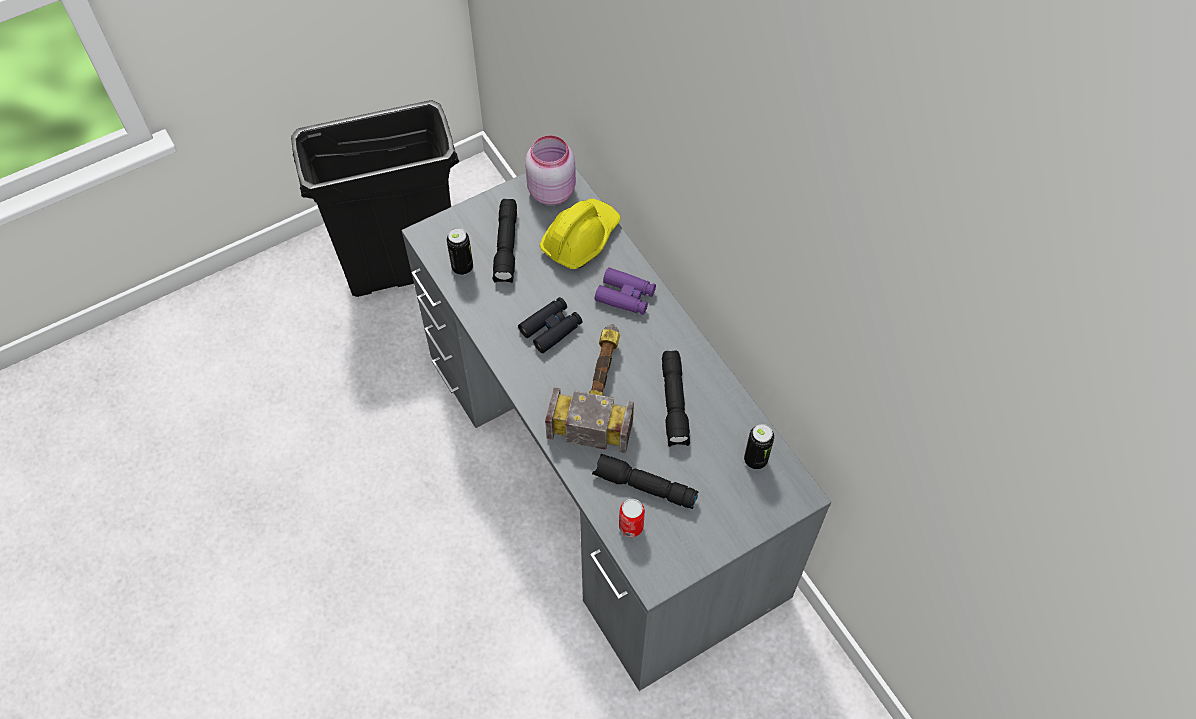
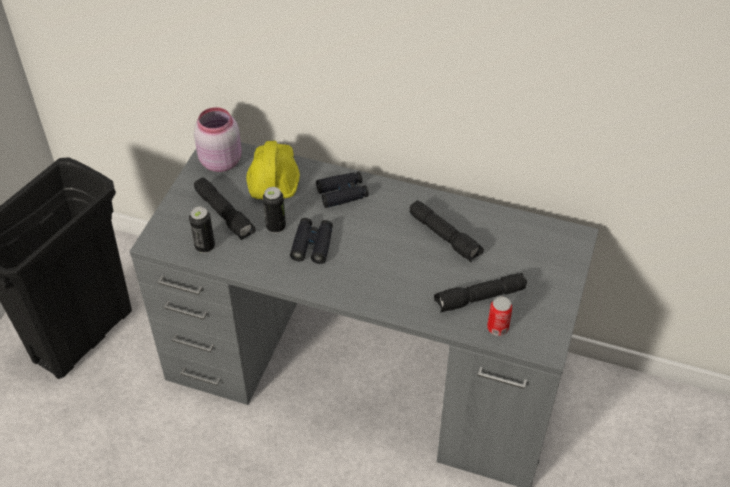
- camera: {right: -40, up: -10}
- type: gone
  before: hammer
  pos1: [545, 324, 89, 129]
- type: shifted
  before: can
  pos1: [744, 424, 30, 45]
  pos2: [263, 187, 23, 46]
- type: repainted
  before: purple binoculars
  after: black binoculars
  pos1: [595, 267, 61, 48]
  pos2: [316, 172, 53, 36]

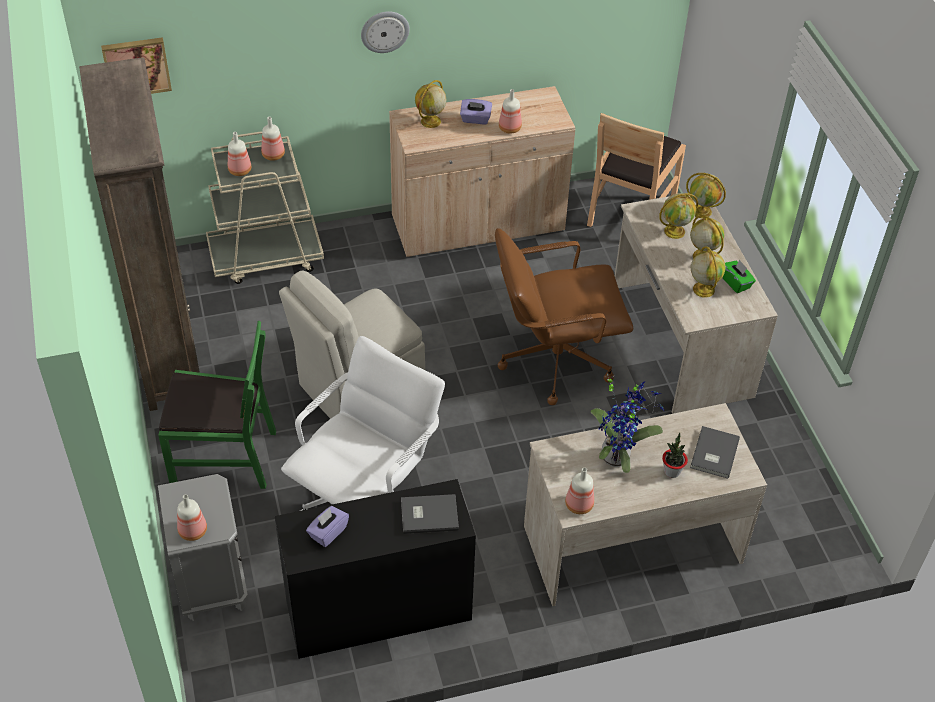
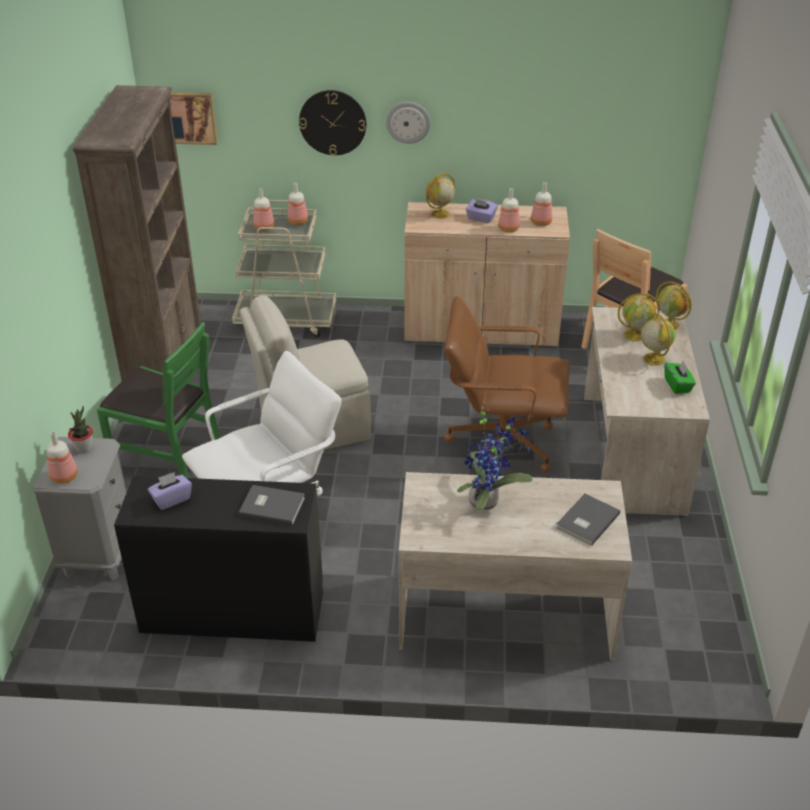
- camera: {right: 20, up: -10}
- type: gone
  before: globe
  pos1: [691, 246, 35, 52]
- type: new
  after: wall clock
  pos2: [299, 90, 67, 66]
- type: shifted
  before: bottle
  pos1: [565, 468, 29, 46]
  pos2: [531, 182, 21, 44]
- type: shifted
  before: potted plant
  pos1: [662, 433, 26, 45]
  pos2: [68, 406, 25, 47]

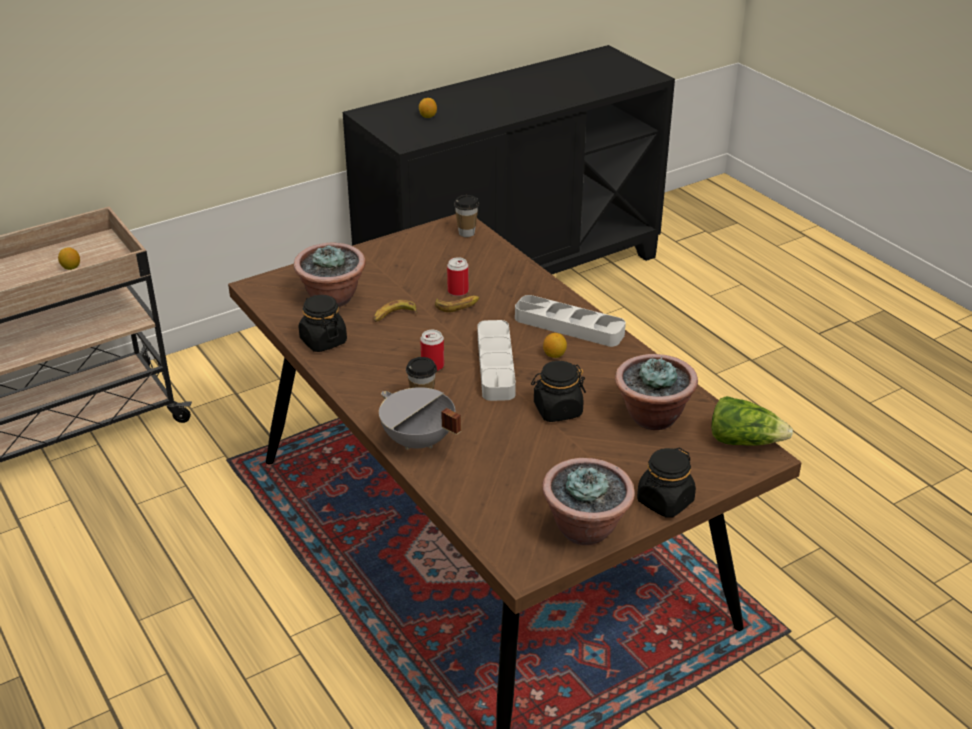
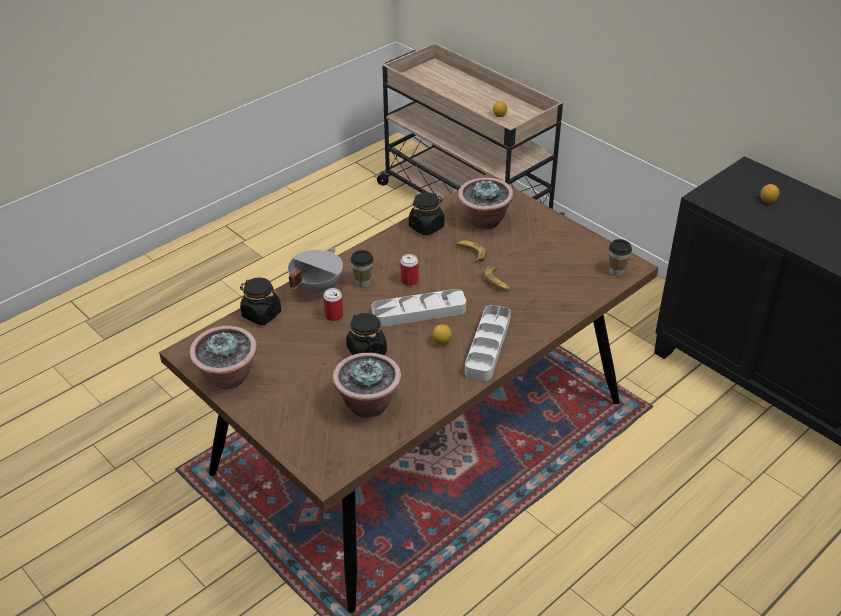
- camera: {right: 80, up: 5}
- type: gone
  before: lettuce
  pos1: [711, 396, 82, 50]
- type: shifted
  before: can
  pos1: [447, 257, 22, 39]
  pos2: [323, 288, 20, 33]
- type: shifted
  before: black jar
  pos1: [637, 448, 59, 70]
  pos2: [240, 277, 41, 48]

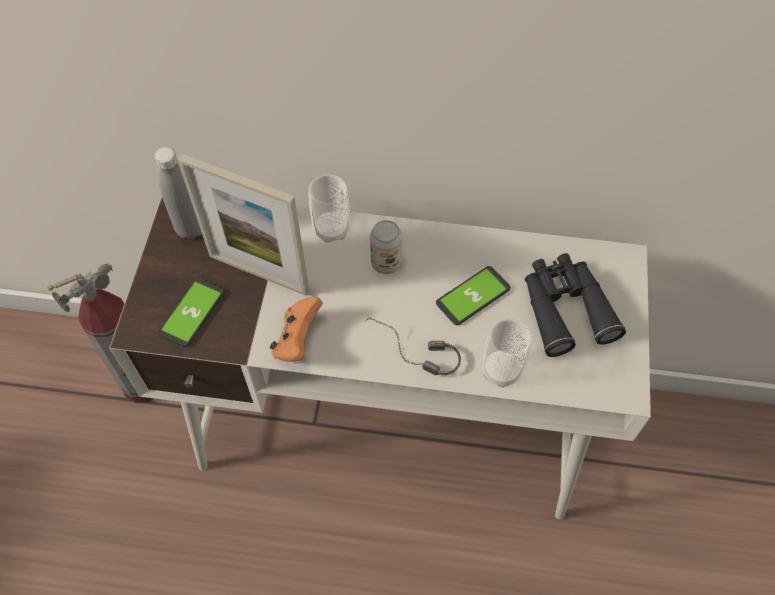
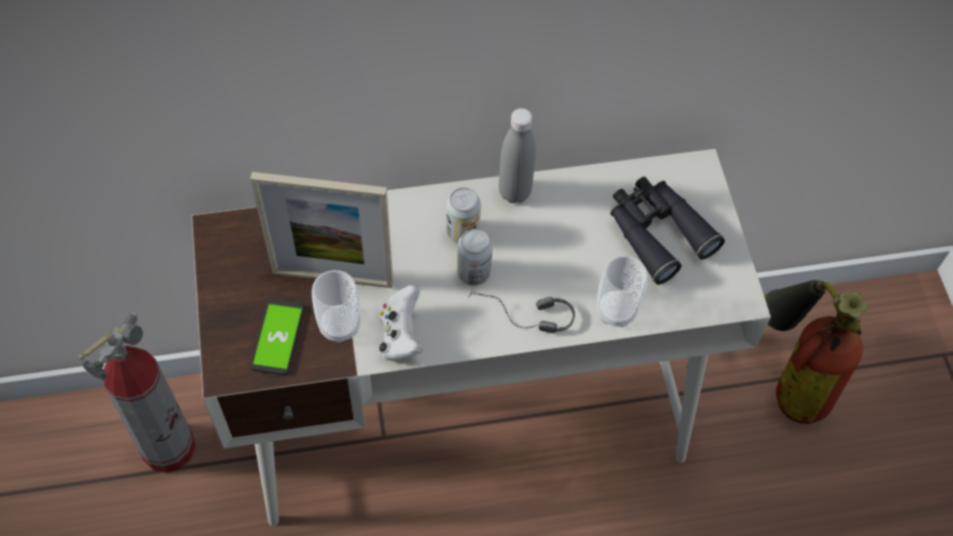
- camera: {right: -20, up: 0}
- type: gone
  before: phone
  pos1: [436, 266, 74, 59]
- type: new
  after: can
  pos2: [457, 229, 36, 57]
- type: new
  after: fire extinguisher
  pos2: [764, 280, 105, 144]
- type: shifted
  before: grey bottle
  pos1: [155, 147, 47, 92]
  pos2: [499, 108, 37, 95]
- type: shifted
  before: cup
  pos1: [309, 175, 41, 68]
  pos2: [312, 270, 49, 73]
- type: repainted
  before: orange game controller
  after: white game controller
  pos1: [270, 296, 53, 66]
  pos2: [379, 285, 44, 76]

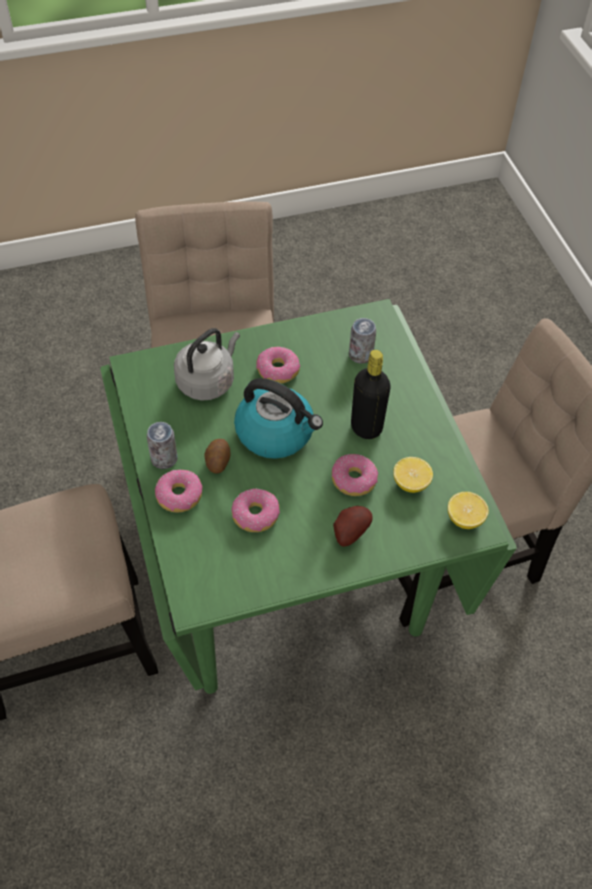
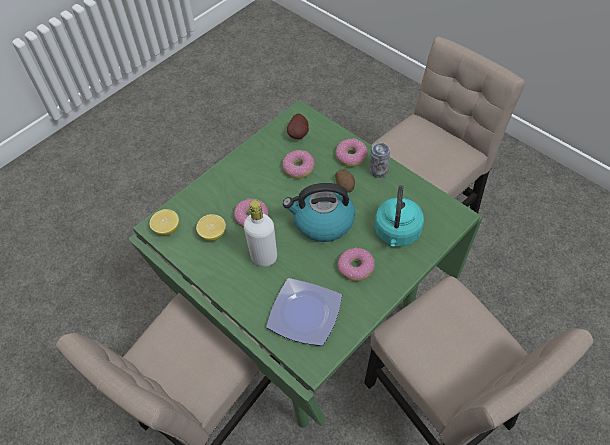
- camera: {right: 155, up: 0}
- type: shifted
  before: potato
  pos1: [333, 506, 40, 41]
  pos2: [287, 114, 22, 25]
- type: swapped
  before: can
  after: plate
  pos1: [349, 318, 27, 45]
  pos2: [266, 278, 76, 68]
- type: repainted
  before: grey kettle
  after: turquoise kettle
  pos1: [174, 328, 66, 73]
  pos2: [375, 185, 49, 62]
- type: repainted
  before: black bottle
  after: white bottle
  pos1: [351, 350, 40, 89]
  pos2: [244, 200, 33, 67]

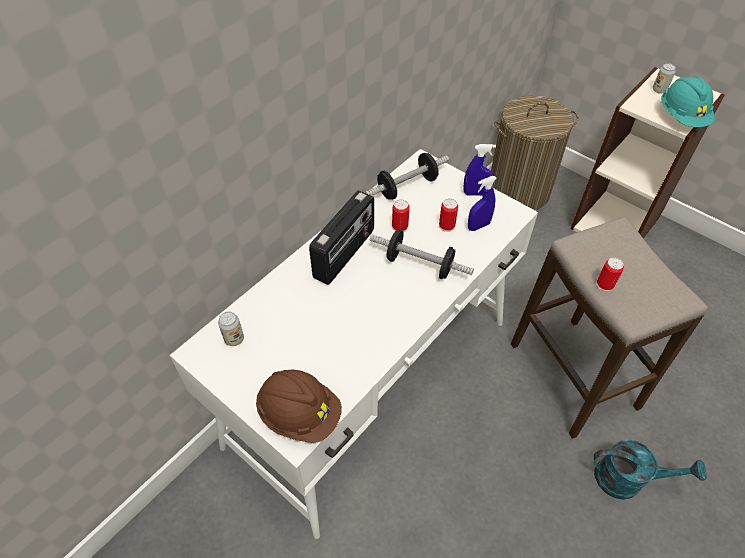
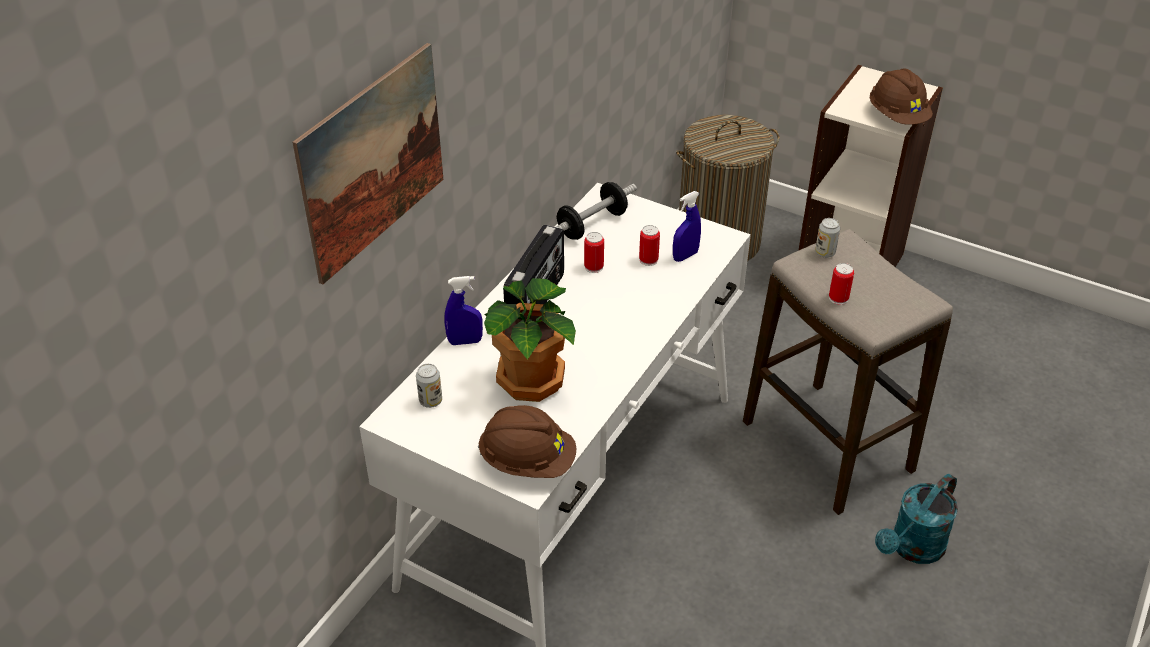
- camera: {right: -10, up: -10}
- type: gone
  before: dumbbell
  pos1: [370, 230, 104, 49]
- type: new
  after: picture
  pos2: [292, 43, 151, 242]
- type: new
  after: potted plant
  pos2: [484, 278, 92, 124]
- type: shifted
  before: blue spray bottle
  pos1: [464, 144, 32, 52]
  pos2: [444, 276, 39, 69]
- type: shifted
  before: can
  pos1: [652, 63, 24, 31]
  pos2: [815, 218, 25, 40]
- type: repainted
  before: turquoise hard hat
  after: brown hard hat
  pos1: [661, 76, 54, 51]
  pos2: [870, 68, 63, 57]
- type: rotated
  before: turquoise watering can
  pos1: [594, 439, 113, 61]
  pos2: [875, 474, 83, 90]
  turn: 135

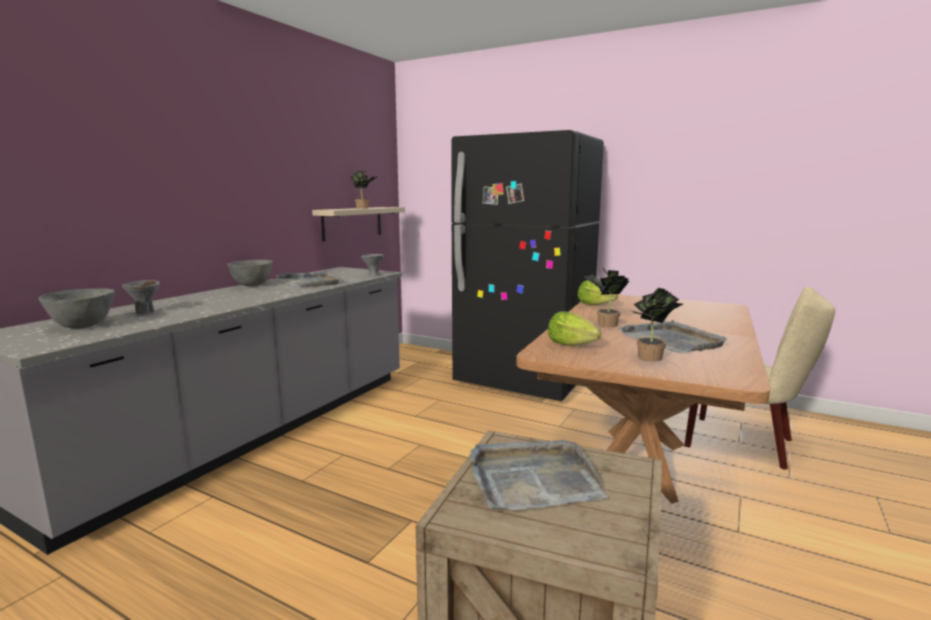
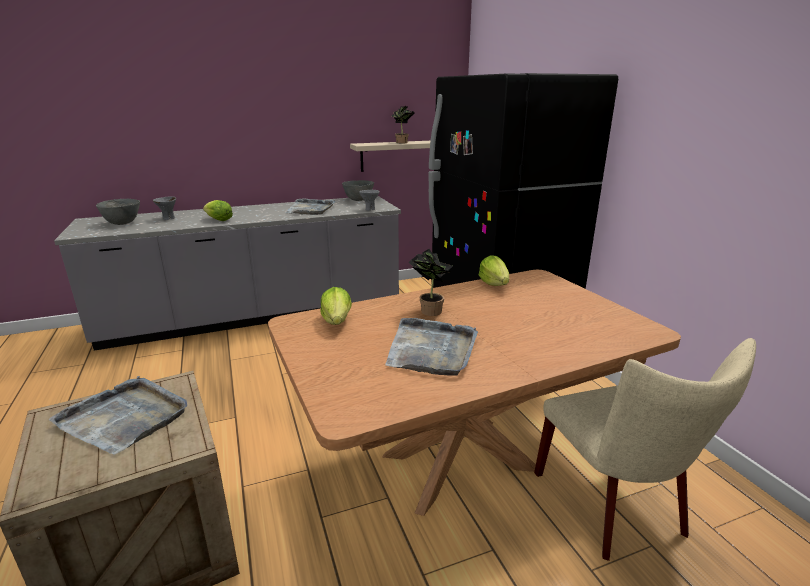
- camera: {right: 40, up: 10}
- type: gone
  before: potted plant
  pos1: [632, 288, 51, 73]
- type: new
  after: lettuce
  pos2: [203, 200, 30, 21]
- type: shifted
  before: grey bowl
  pos1: [227, 260, 46, 26]
  pos2: [342, 180, 32, 21]

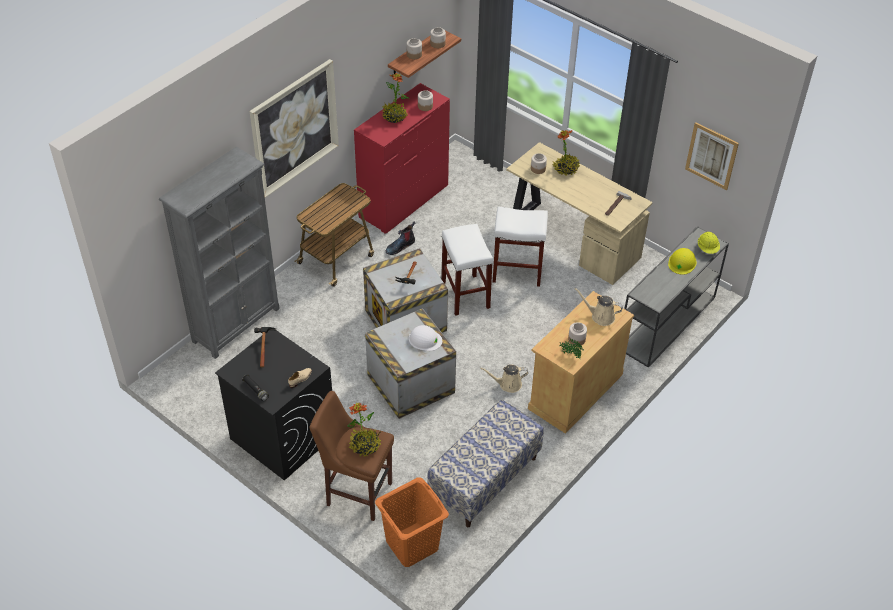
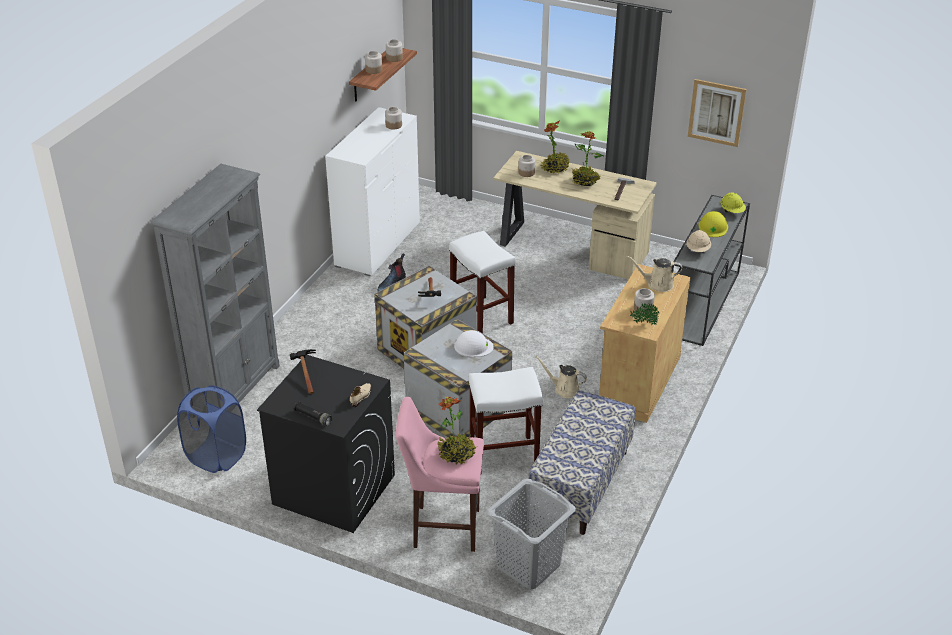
- camera: {right: -15, up: -10}
- type: gone
  before: picture
  pos1: [250, 59, 89, 139]
- type: gone
  before: cart
  pos1: [295, 183, 79, 104]
- type: new
  after: blue laundry basket
  pos2: [177, 385, 69, 88]
- type: new
  after: beige hard hat
  pos2: [686, 230, 25, 22]
- type: shifted
  before: potted plant
  pos1: [382, 73, 27, 50]
  pos2: [572, 131, 32, 55]
- type: shifted
  before: white stool
  pos1: [493, 206, 55, 81]
  pos2: [468, 367, 75, 104]
- type: repainted
  before: brown stool
  after: pink stool
  pos1: [310, 391, 84, 130]
  pos2: [396, 397, 88, 155]
- type: repainted
  before: red dresser
  after: white dresser
  pos1: [354, 83, 96, 150]
  pos2: [325, 107, 95, 169]
- type: repainted
  before: orange laundry basket
  after: grey laundry basket
  pos1: [375, 477, 74, 90]
  pos2: [486, 479, 90, 110]
- type: rotated
  before: beige watering can
  pos1: [480, 365, 48, 28]
  pos2: [536, 356, 51, 42]
  turn: 45

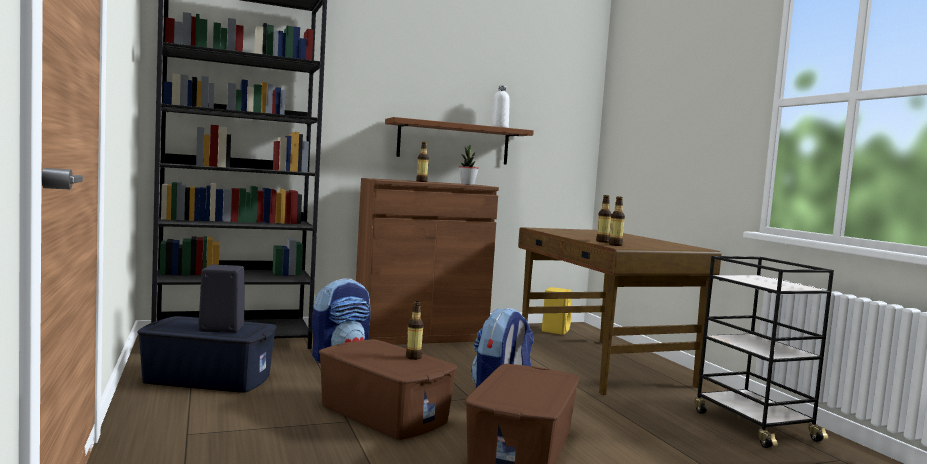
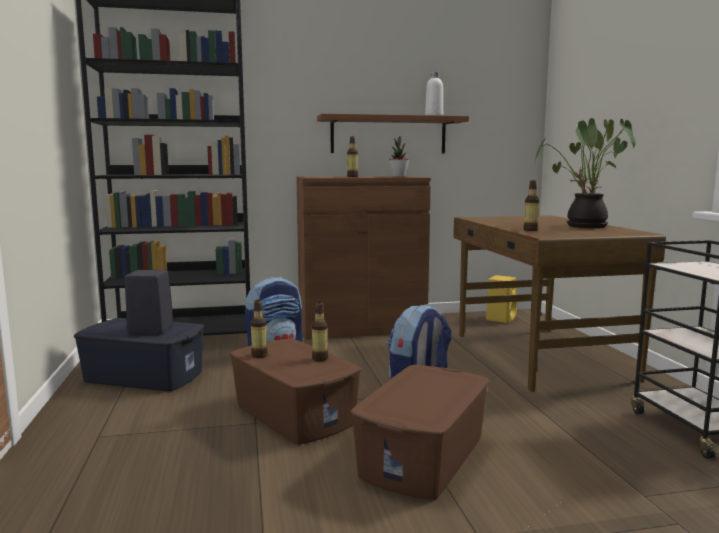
- camera: {right: 10, up: 5}
- type: new
  after: potted plant
  pos2: [535, 118, 101, 110]
- type: shifted
  before: bottle
  pos1: [609, 196, 16, 50]
  pos2: [251, 300, 17, 58]

